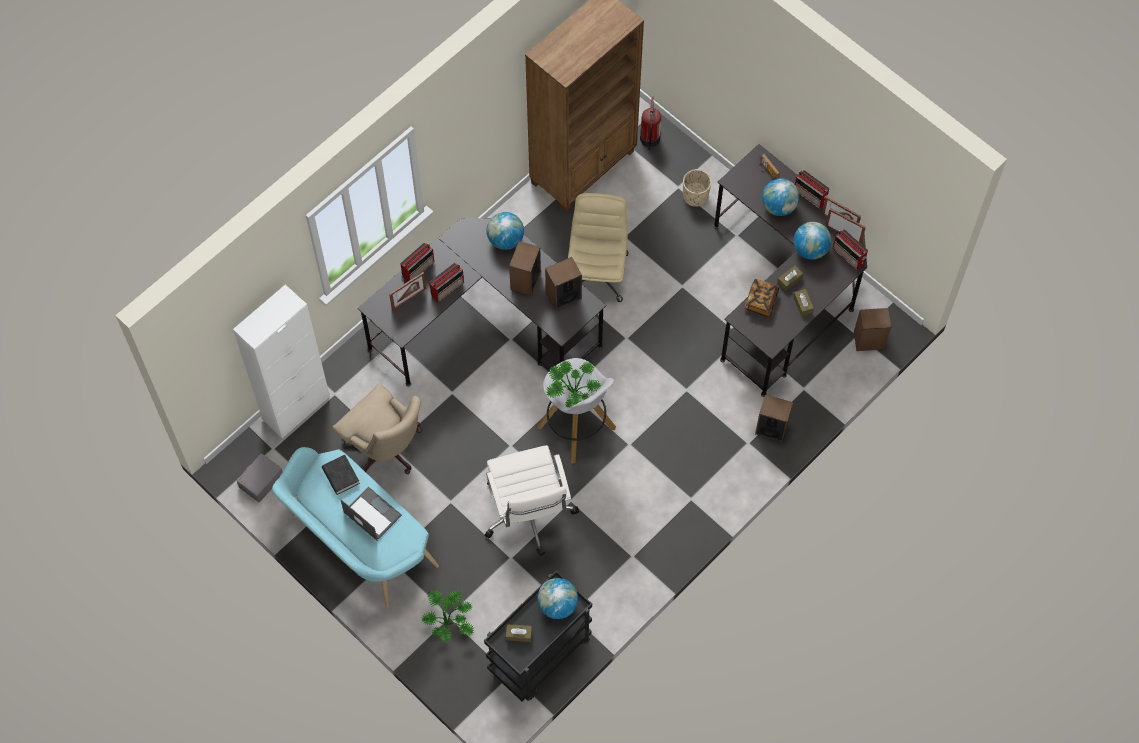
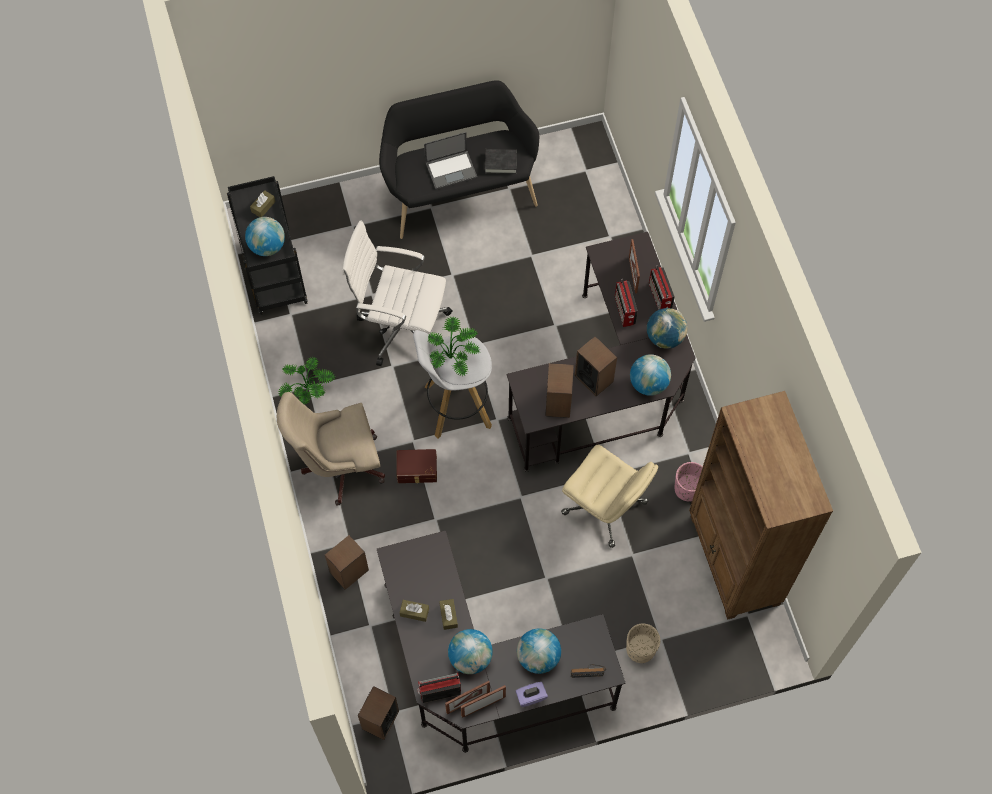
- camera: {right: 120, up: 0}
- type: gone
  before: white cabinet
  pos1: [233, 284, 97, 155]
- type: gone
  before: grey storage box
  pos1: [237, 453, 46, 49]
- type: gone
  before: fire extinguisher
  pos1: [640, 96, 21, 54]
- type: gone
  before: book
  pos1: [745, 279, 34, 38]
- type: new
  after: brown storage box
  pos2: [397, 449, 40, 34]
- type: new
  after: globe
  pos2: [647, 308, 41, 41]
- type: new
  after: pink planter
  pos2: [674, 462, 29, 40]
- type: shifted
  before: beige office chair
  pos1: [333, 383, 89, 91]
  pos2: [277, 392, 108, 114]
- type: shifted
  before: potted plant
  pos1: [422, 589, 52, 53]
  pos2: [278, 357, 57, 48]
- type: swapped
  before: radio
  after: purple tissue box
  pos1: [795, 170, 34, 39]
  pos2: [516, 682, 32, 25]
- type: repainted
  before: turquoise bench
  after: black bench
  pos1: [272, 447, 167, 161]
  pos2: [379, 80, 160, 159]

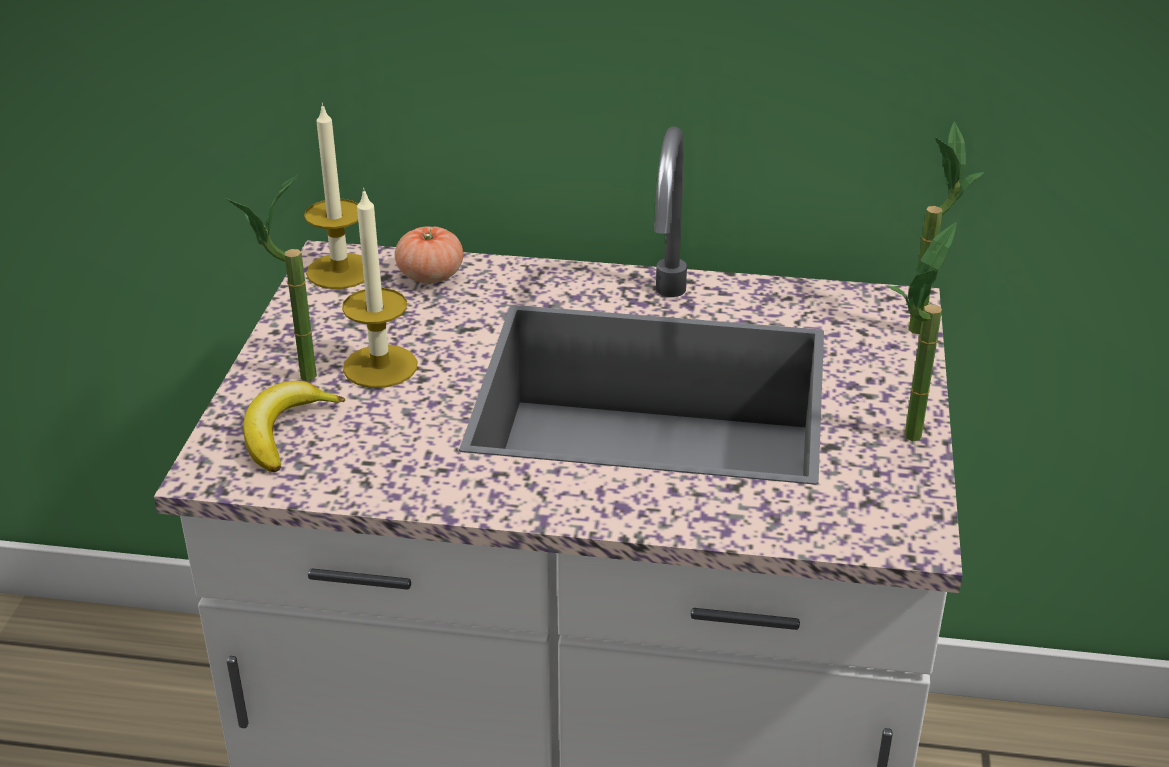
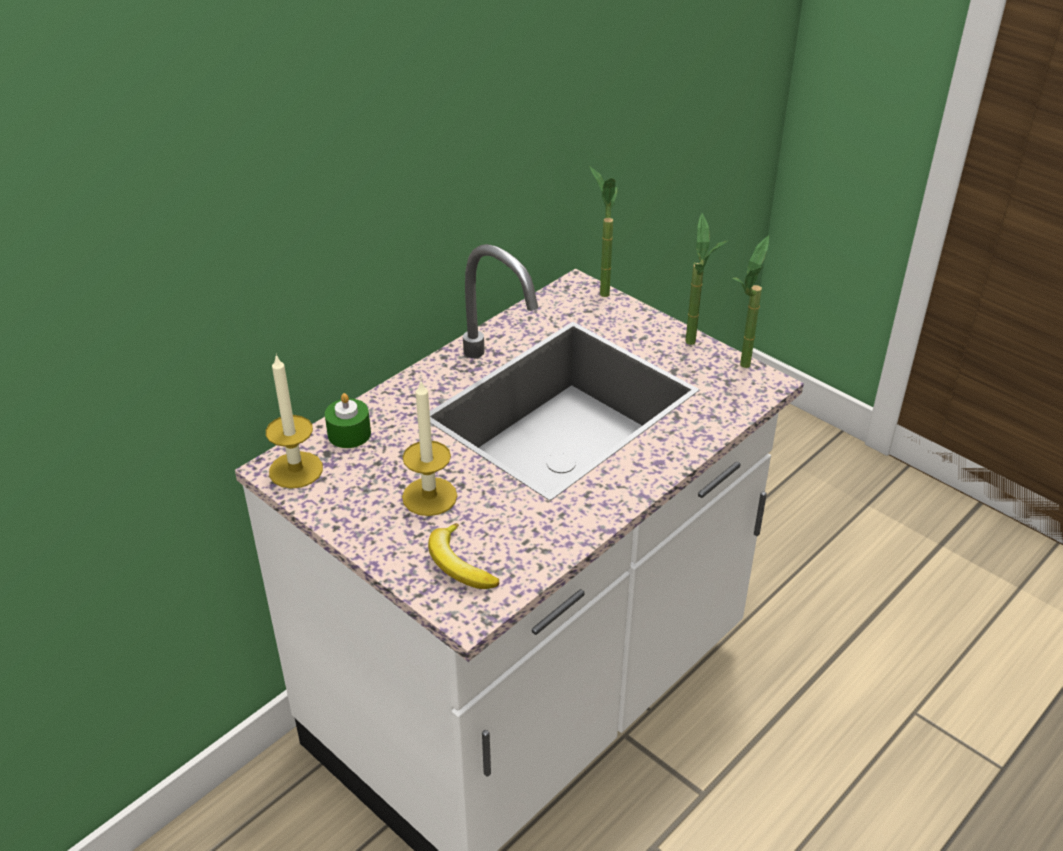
- camera: {right: -55, up: 5}
- type: shifted
  before: potted plant
  pos1: [225, 175, 92, 206]
  pos2: [732, 235, 37, 133]
- type: swapped
  before: tomato
  after: green candle
  pos1: [395, 226, 68, 57]
  pos2: [325, 393, 46, 55]

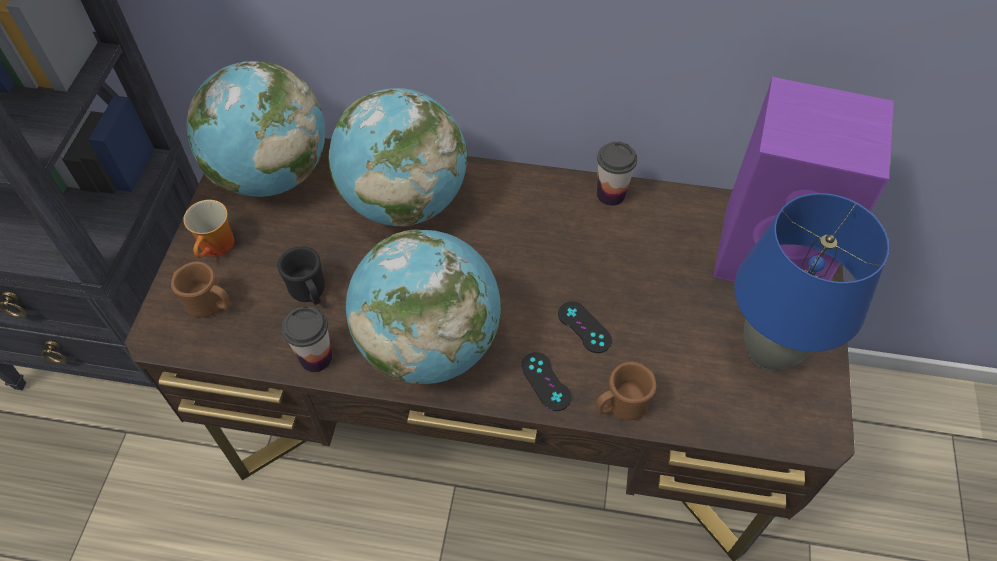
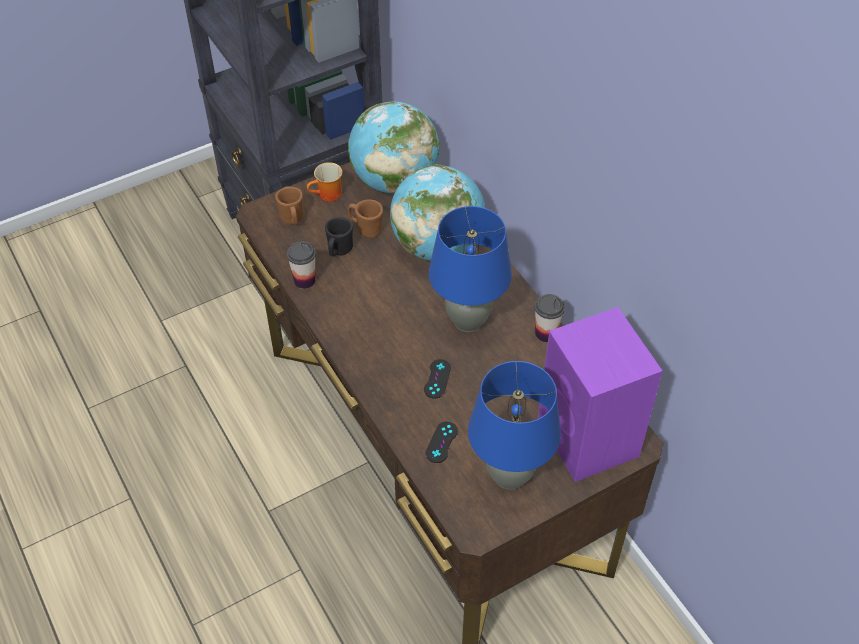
- camera: {right: 50, up: -5}
- type: gone
  before: globe
  pos1: [346, 229, 155, 156]
- type: new
  after: blue table lamp
  pos2: [429, 206, 83, 126]
- type: shifted
  before: black game controller
  pos1: [521, 352, 50, 59]
  pos2: [426, 422, 32, 41]
- type: shifted
  before: brown mug
  pos1: [596, 361, 60, 60]
  pos2: [348, 199, 35, 39]

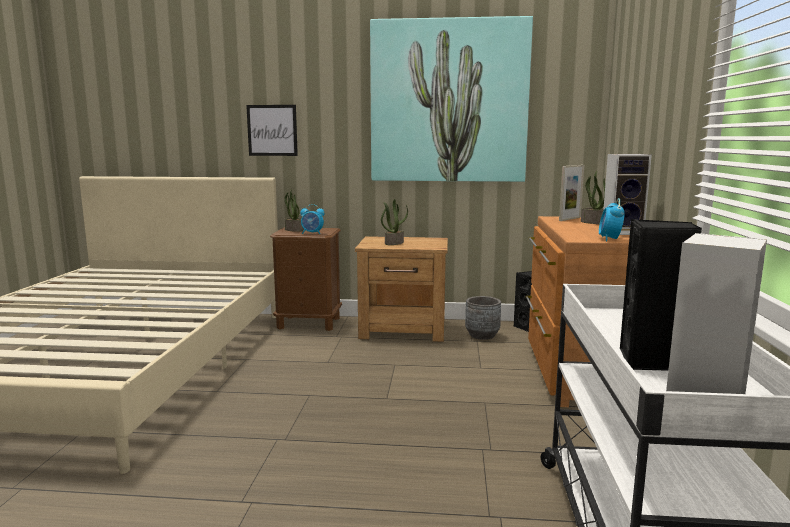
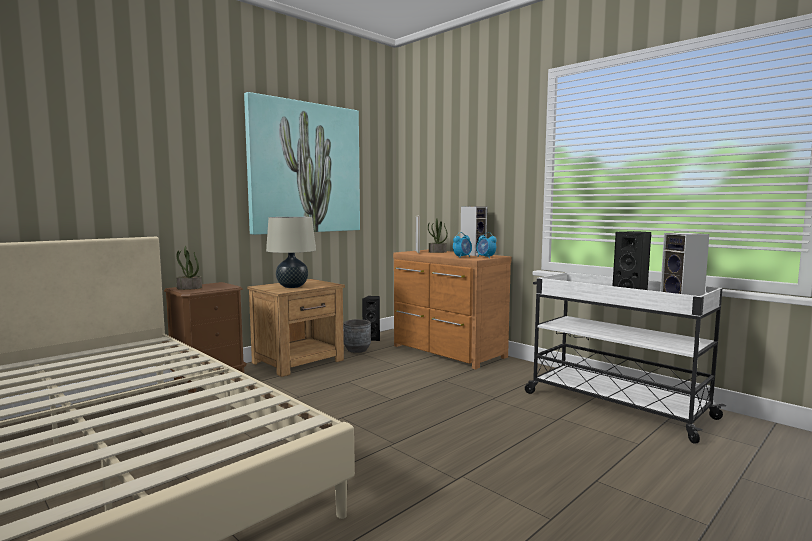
- camera: {right: -50, up: -5}
- type: gone
  before: picture
  pos1: [246, 105, 52, 51]
- type: shifted
  before: alarm clock
  pos1: [300, 204, 25, 30]
  pos2: [453, 232, 19, 26]
- type: swapped
  before: potted plant
  after: beige table lamp
  pos1: [381, 199, 27, 46]
  pos2: [266, 217, 50, 71]

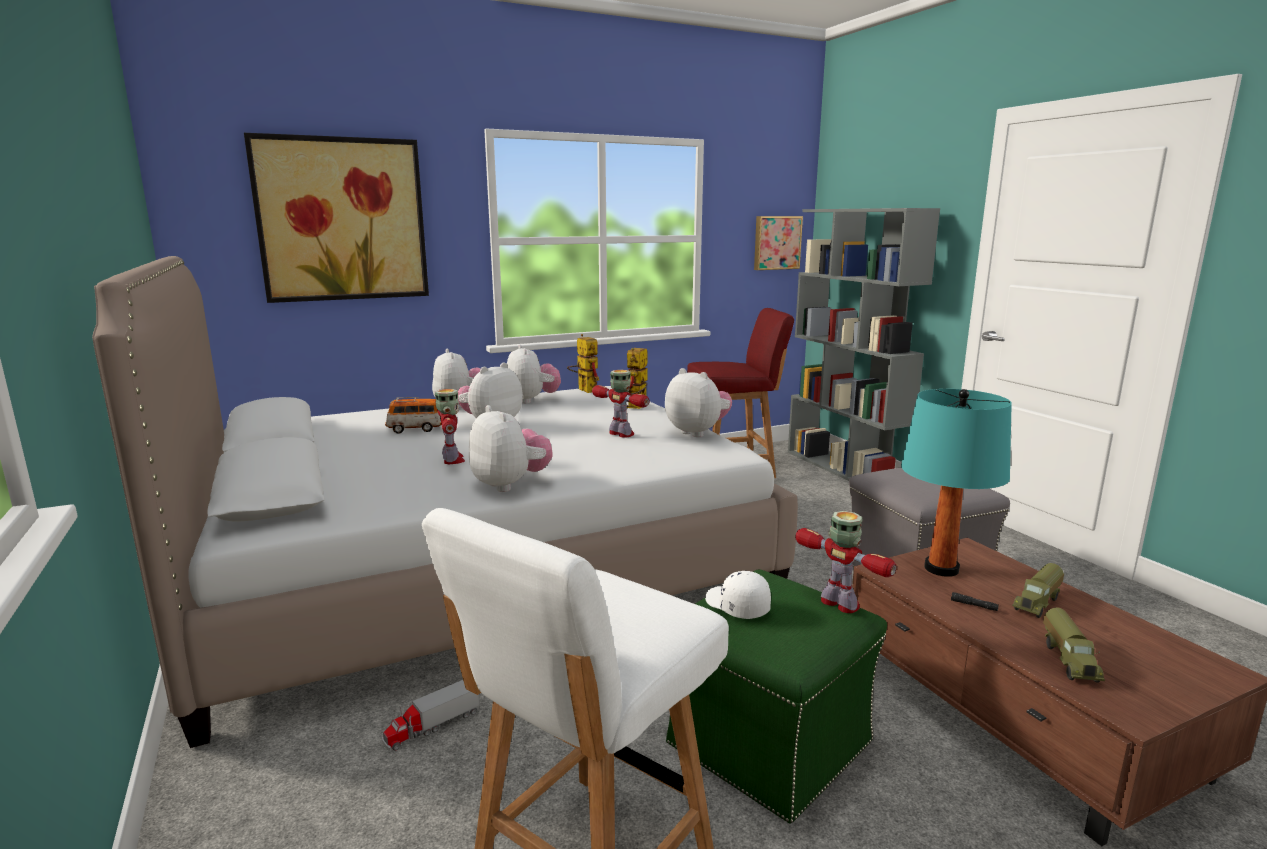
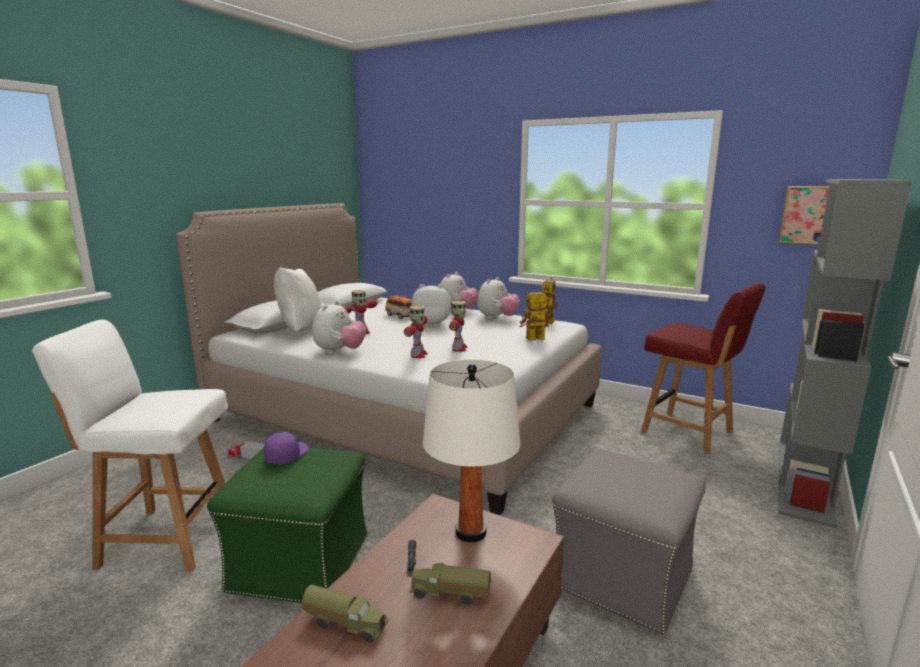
- camera: {right: 55, up: 0}
- type: gone
  before: picture
  pos1: [244, 133, 185, 170]
- type: gone
  before: plush toy
  pos1: [665, 368, 67, 69]
- type: new
  after: white pillow
  pos2: [274, 267, 47, 65]
- type: shifted
  before: toy robot
  pos1: [795, 511, 102, 102]
  pos2: [404, 305, 24, 53]
- type: repainted
  before: white cap
  after: purple cap
  pos1: [705, 571, 66, 48]
  pos2: [264, 432, 45, 32]
- type: repainted
  before: turquoise table lamp
  after: white table lamp
  pos1: [901, 389, 111, 188]
  pos2: [423, 359, 98, 183]
- type: rotated
  before: toy truck
  pos1: [1043, 608, 62, 75]
  pos2: [302, 585, 87, 58]
  turn: -135

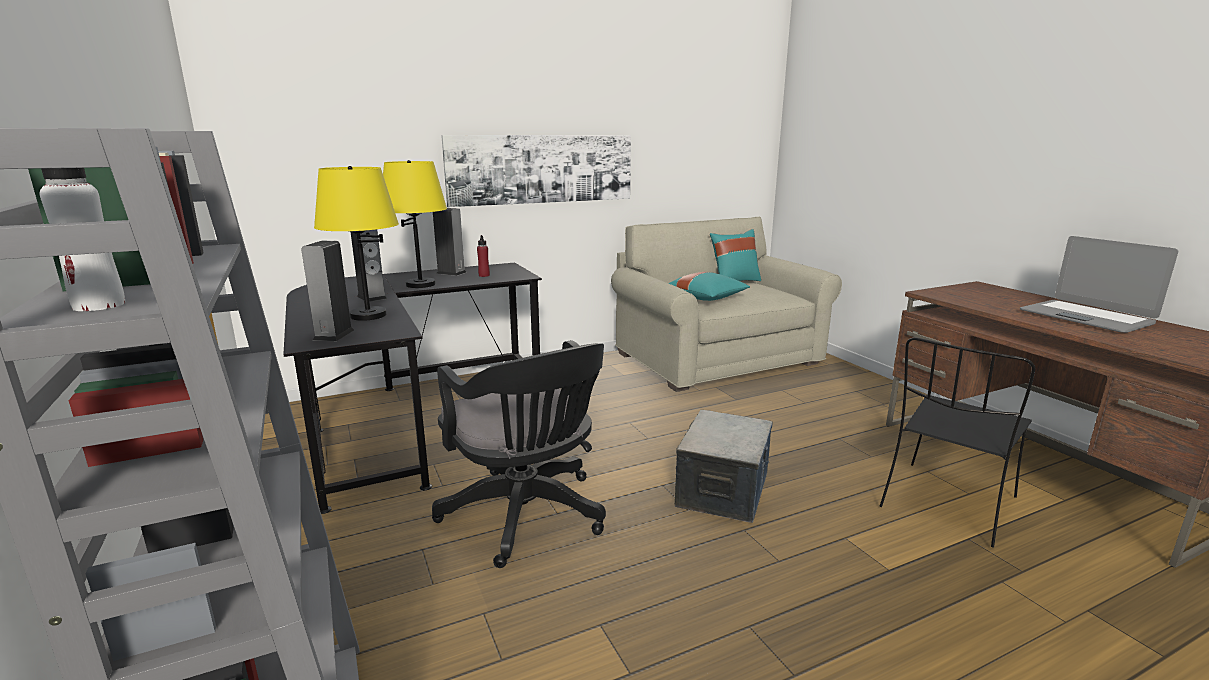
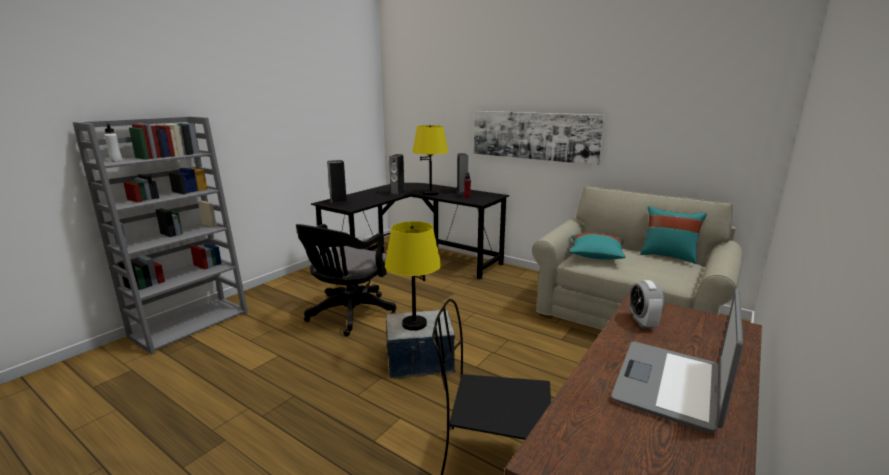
- camera: {right: 60, up: 0}
- type: new
  after: alarm clock
  pos2: [630, 280, 34, 48]
- type: shifted
  before: yellow table lamp
  pos1: [314, 166, 85, 155]
  pos2: [385, 221, 56, 110]

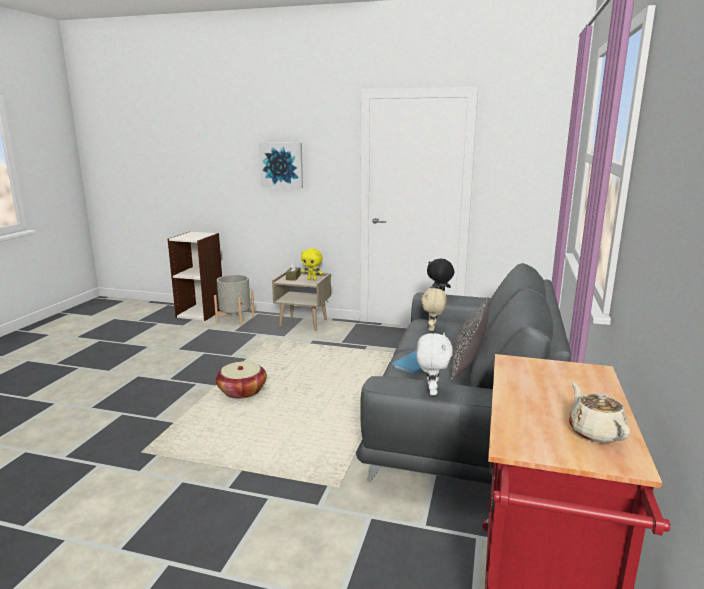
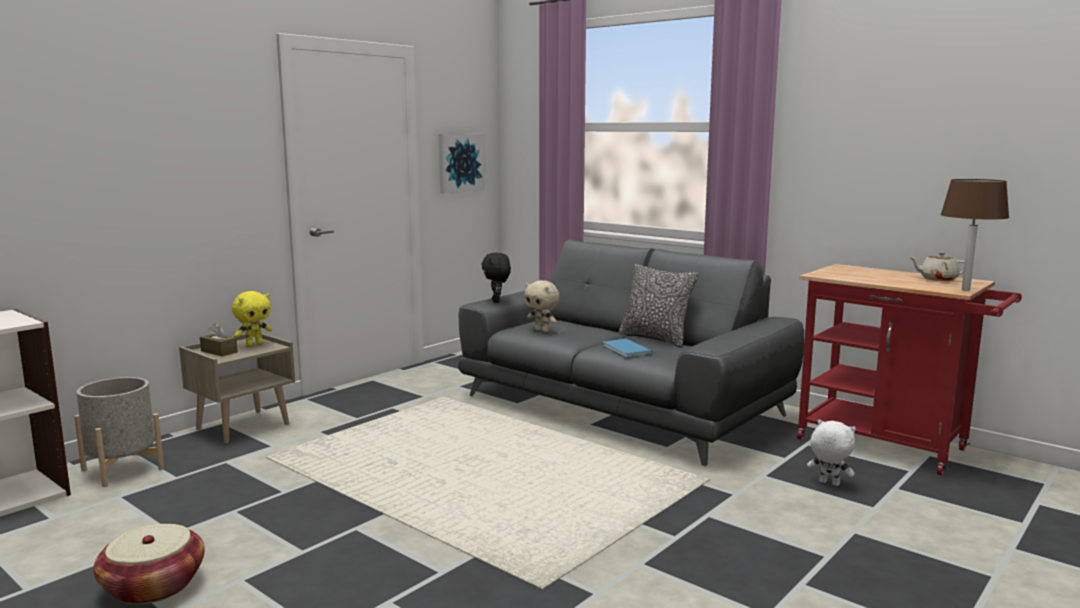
- camera: {right: -65, up: -5}
- type: new
  after: brown table lamp
  pos2: [940, 179, 69, 112]
- type: shifted
  before: basket
  pos1: [216, 361, 51, 38]
  pos2: [93, 524, 112, 80]
- type: shifted
  before: picture
  pos1: [259, 143, 44, 45]
  pos2: [439, 133, 46, 60]
- type: shifted
  before: white plush toy
  pos1: [416, 333, 37, 63]
  pos2: [807, 420, 49, 66]

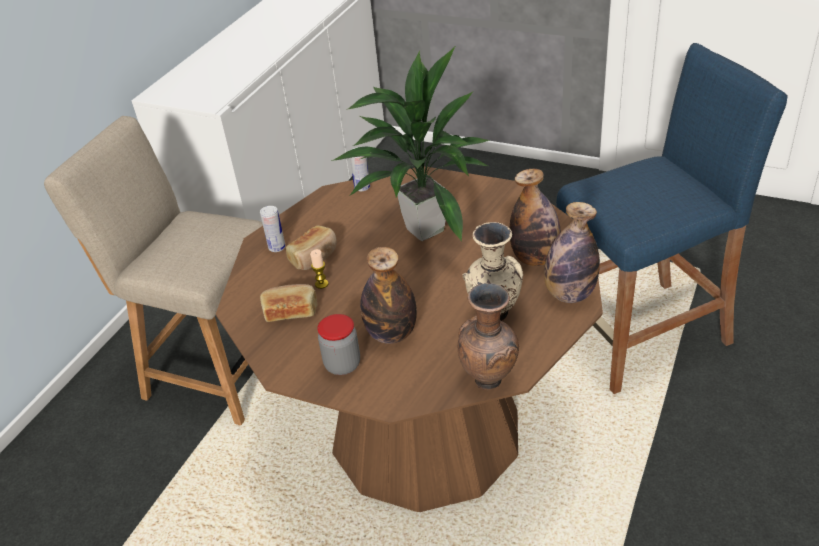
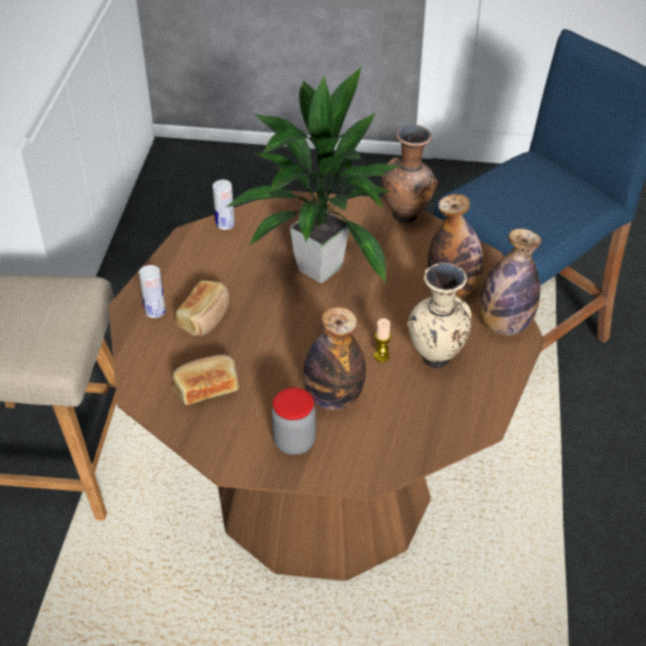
- camera: {right: -20, up: 5}
- type: shifted
  before: candle
  pos1: [310, 249, 18, 40]
  pos2: [374, 318, 17, 44]
- type: shifted
  before: brown vase
  pos1: [458, 283, 61, 107]
  pos2: [381, 124, 56, 100]

